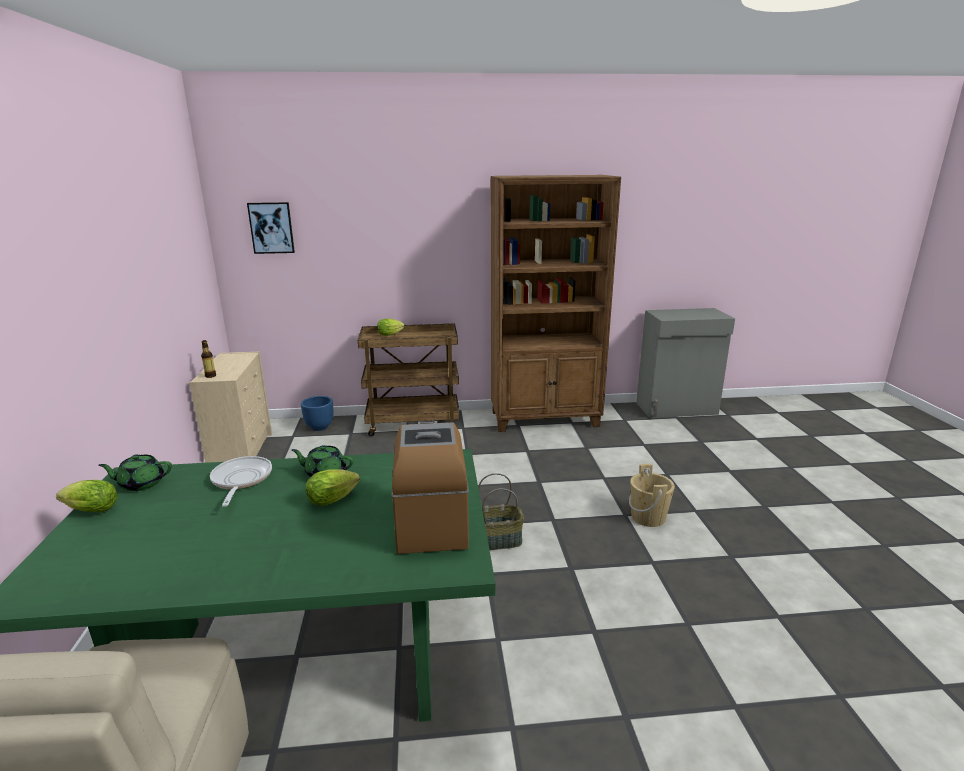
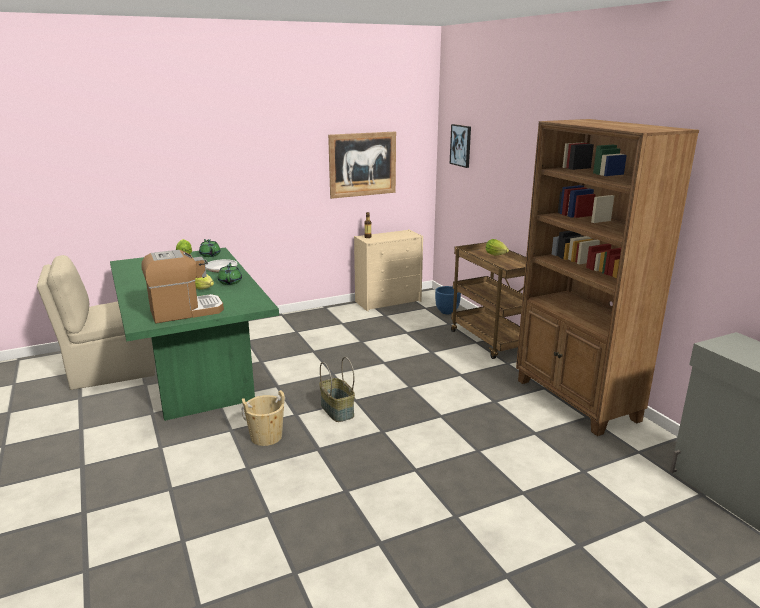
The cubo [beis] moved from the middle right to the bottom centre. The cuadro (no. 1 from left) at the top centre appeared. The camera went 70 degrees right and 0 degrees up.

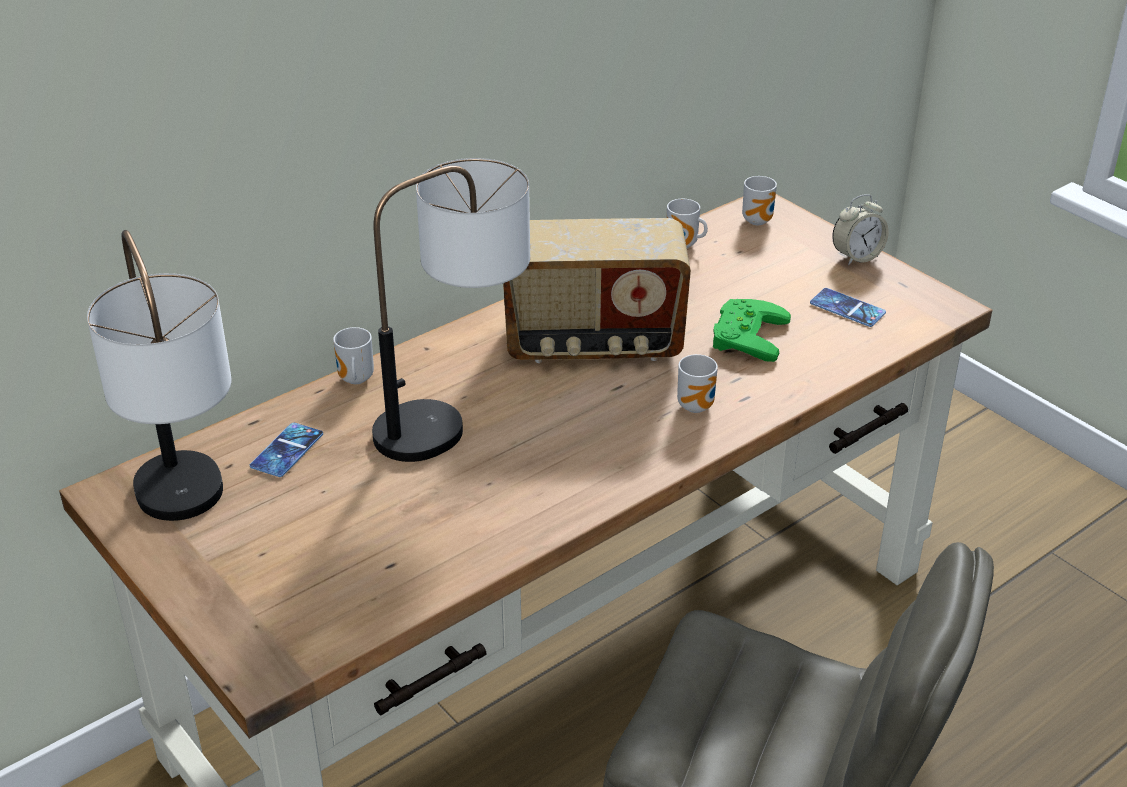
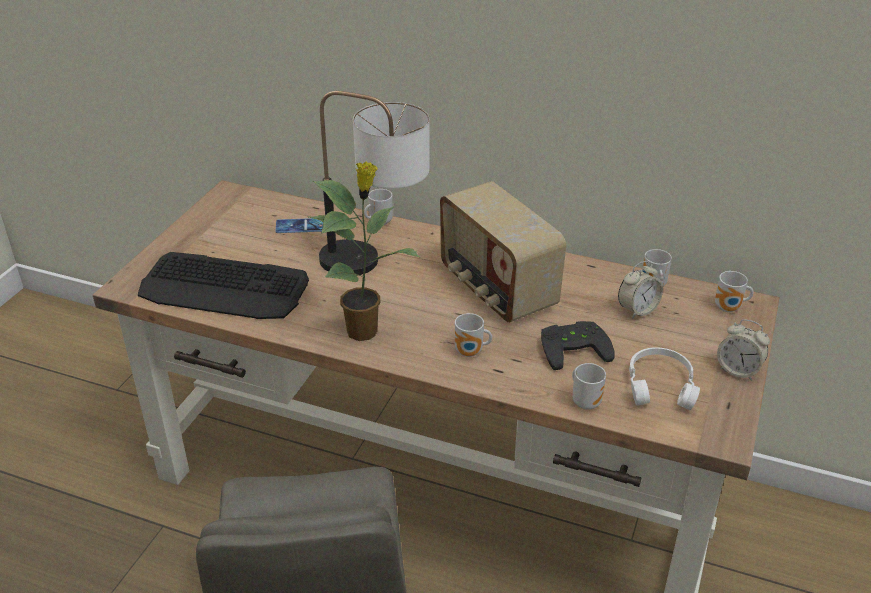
The lámpara de mesa (no. 1 from left) at the middle left disappeared. The móvil (no. 2 from left) at the middle right was replaced by the auriculares [blanco] at the middle right. The mando de consola [verde] at the middle right became the mando de consola [negro] at the centre. The planta en maceta at the centre appeared. The teclado at the middle left appeared. The despertador (no. 1 from left) at the middle right appeared. The taza grande (no. 3 from left) at the middle right appeared. The camera went 60 degrees right and 0 degrees up.

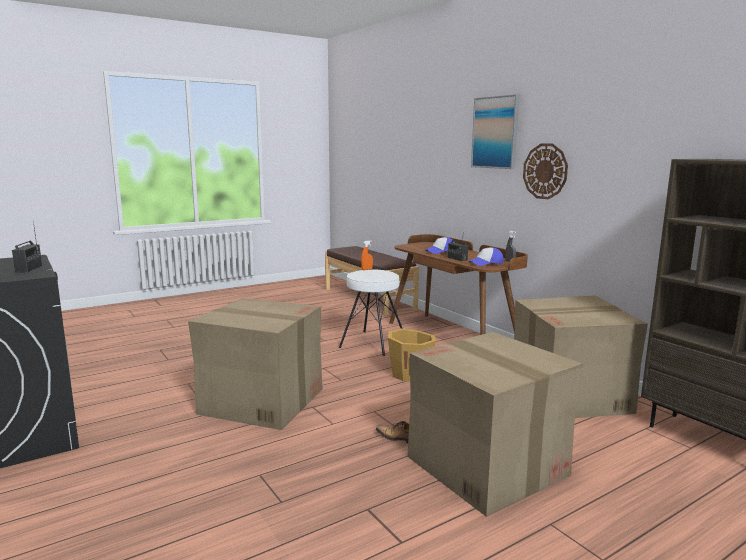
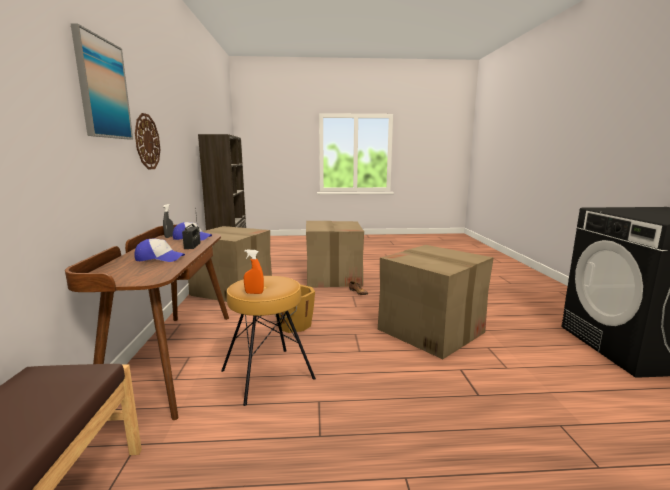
The radio (no. 1 from left) at the middle left disappeared. The taburete [blanco] at the centre became the taburete [marrón] at the bottom centre. The camera went 150 degrees left and 0 degrees up.

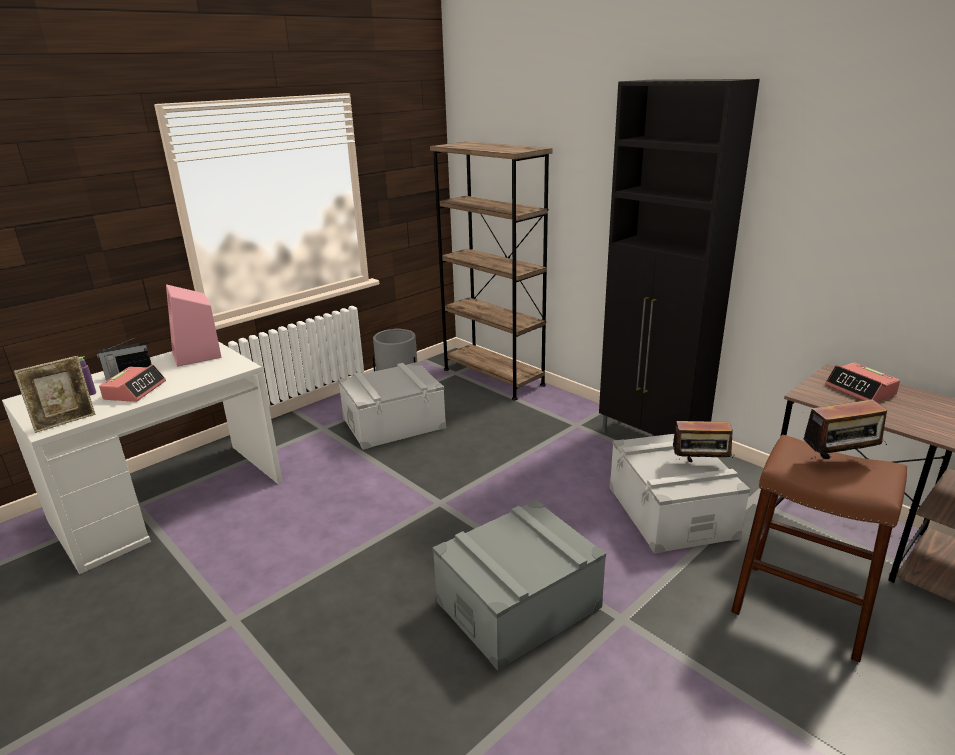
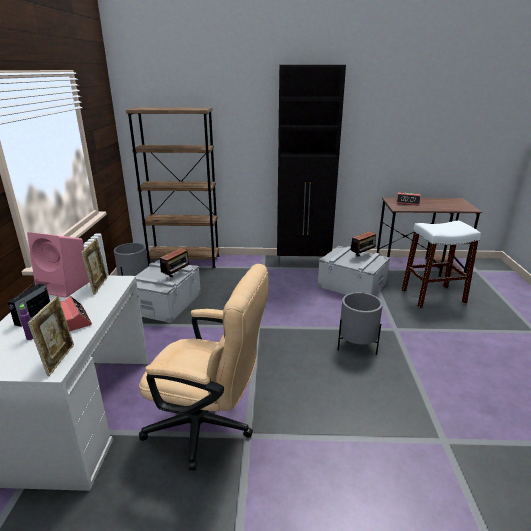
The radio (no. 3 from left in the first image) moved from the middle right to the middle left. The taburete [marrón] at the bottom right became the taburete [blanco] at the middle right. The caja de almacenaje [gris] (no. 2 from left) at the bottom centre was replaced by the maceta [gris] (no. 2 from left) at the middle right. The portarretratos (no. 2 from left) at the middle left appeared. The silla de oficina [beis] at the bottom centre appeared. The camera went 45 degrees left and 0 degrees up.

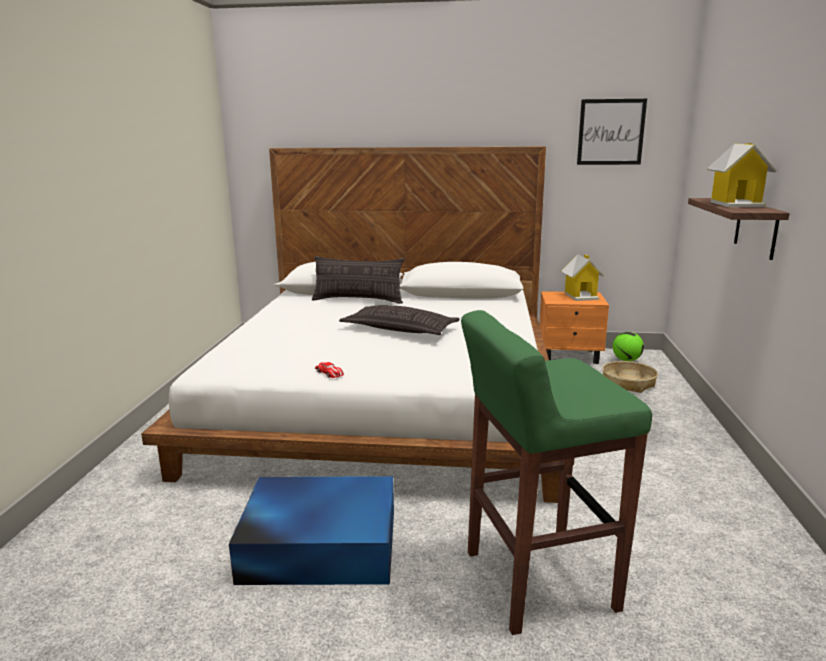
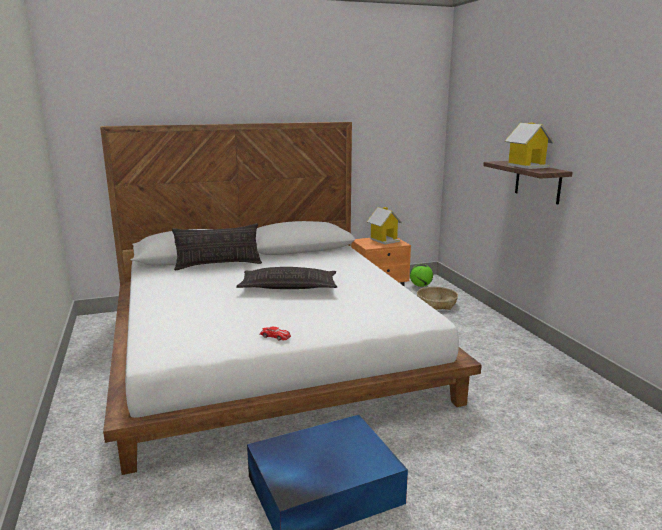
The cuadro at the top right disappeared. The taburete [verde] at the bottom right disappeared. The camera went 25 degrees left and 0 degrees up.

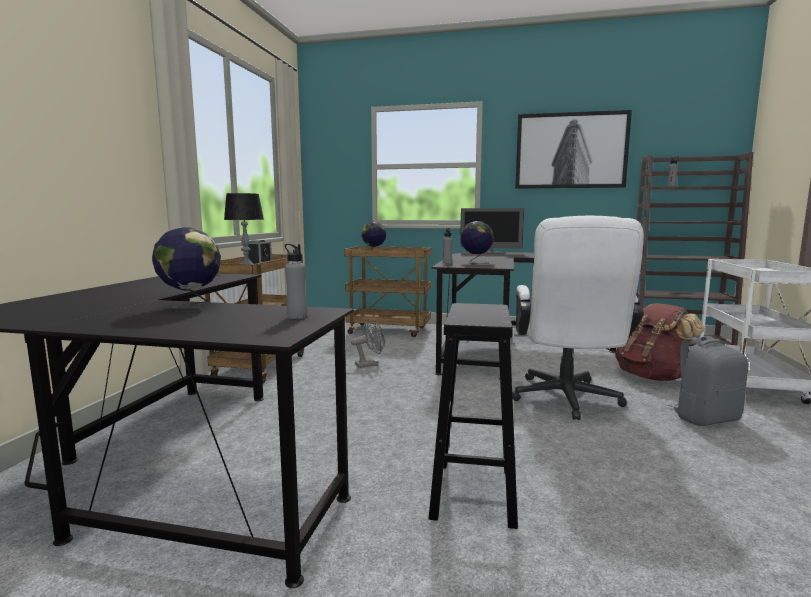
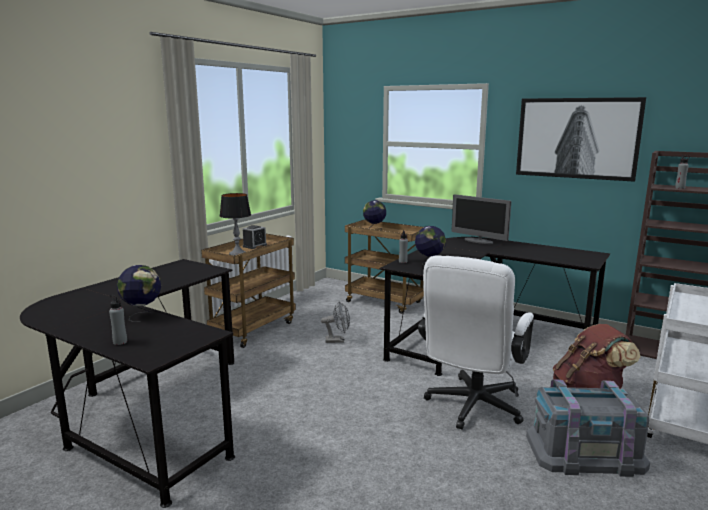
The botella [gris] (no. 1 from left) moved from the centre to the middle left. The taburete [negro] at the bottom centre disappeared. The mochila [gris] at the middle right was replaced by the caja de almacenaje [gris] at the bottom right. The camera went 20 degrees right and 5 degrees up.

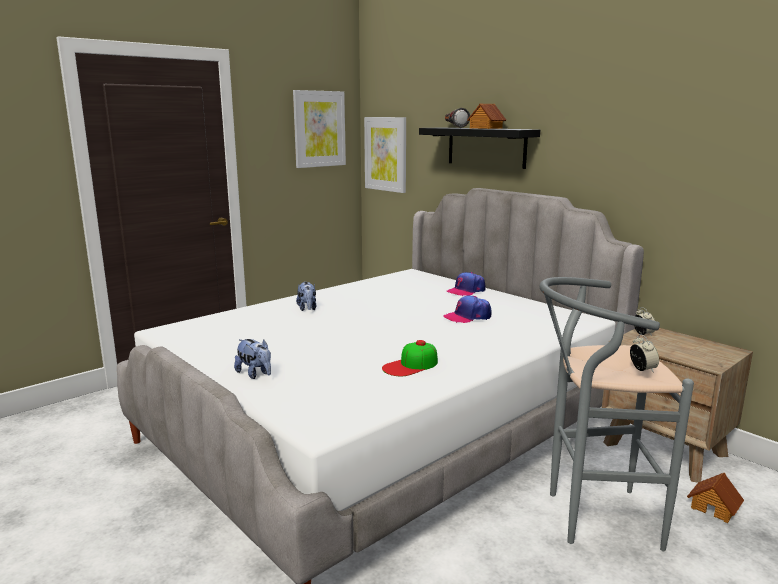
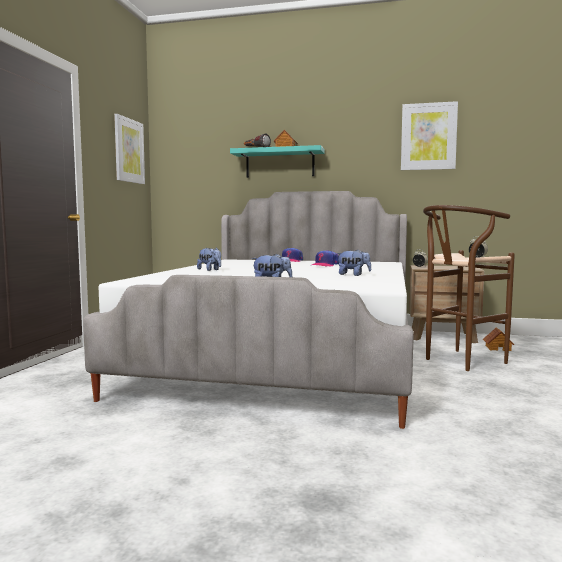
The cuadro (no. 2 from left) moved from the top centre to the top right. The estante [negro] at the top centre became the estante [turquesa] at the top centre. The taburete [gris] at the bottom right became the taburete [marrón] at the middle right. The gorra (no. 1 from left) at the centre was replaced by the peluche (no. 3 from left) at the centre. The camera went 35 degrees left and 10 degrees down.

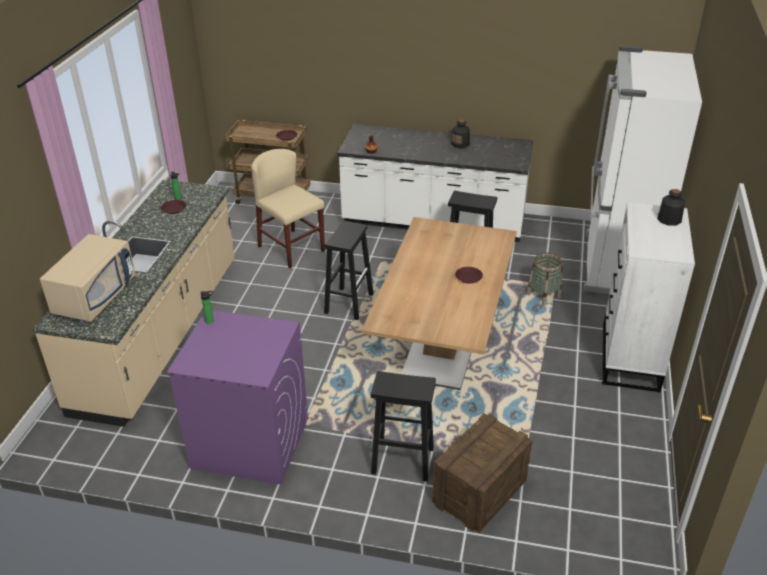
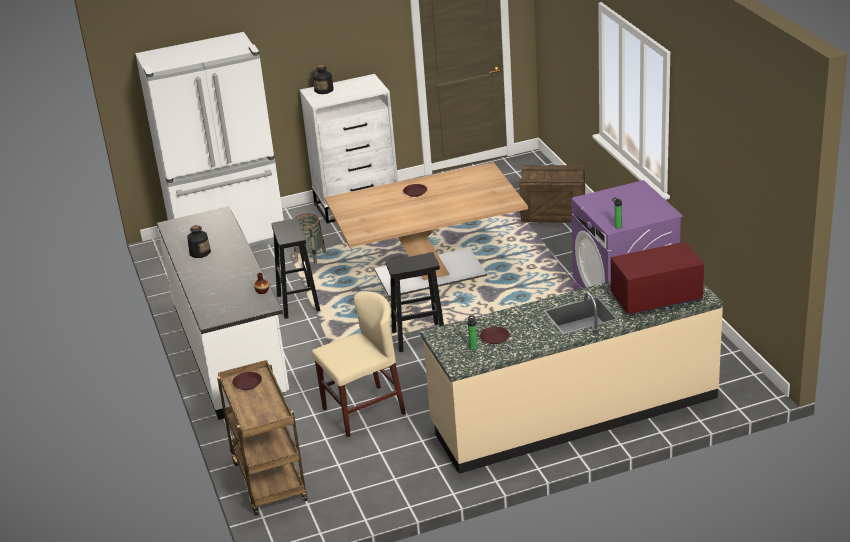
The silla [beis] at the centre turned 135 degrees counterclockwise. The microondas [beis] at the middle left became the microondas [rojo] at the middle right. The taburete [negro] (no. 2 from left) at the bottom centre disappeared. The camera went 120 degrees left and 5 degrees down.

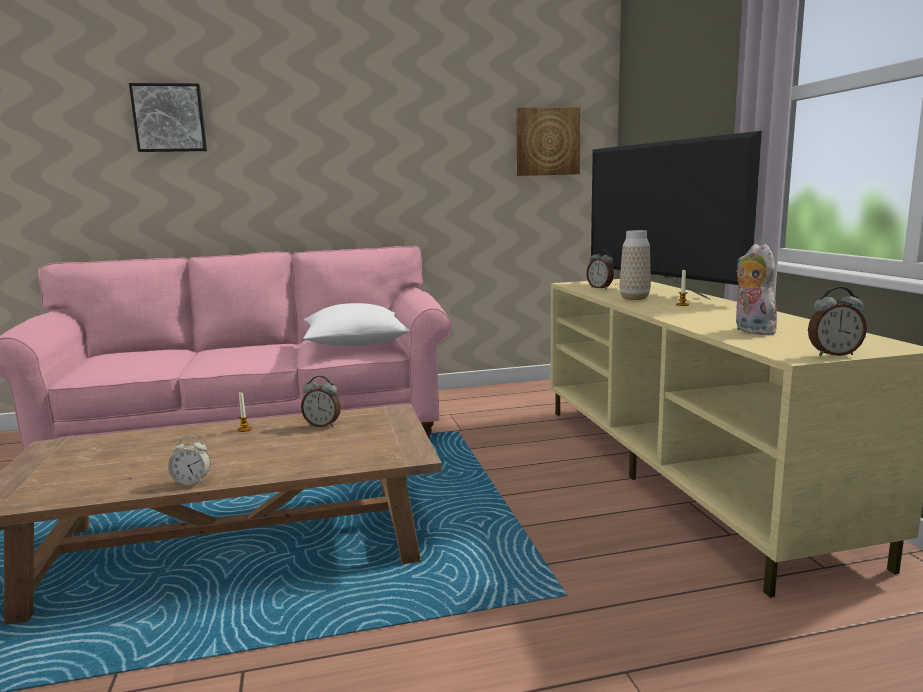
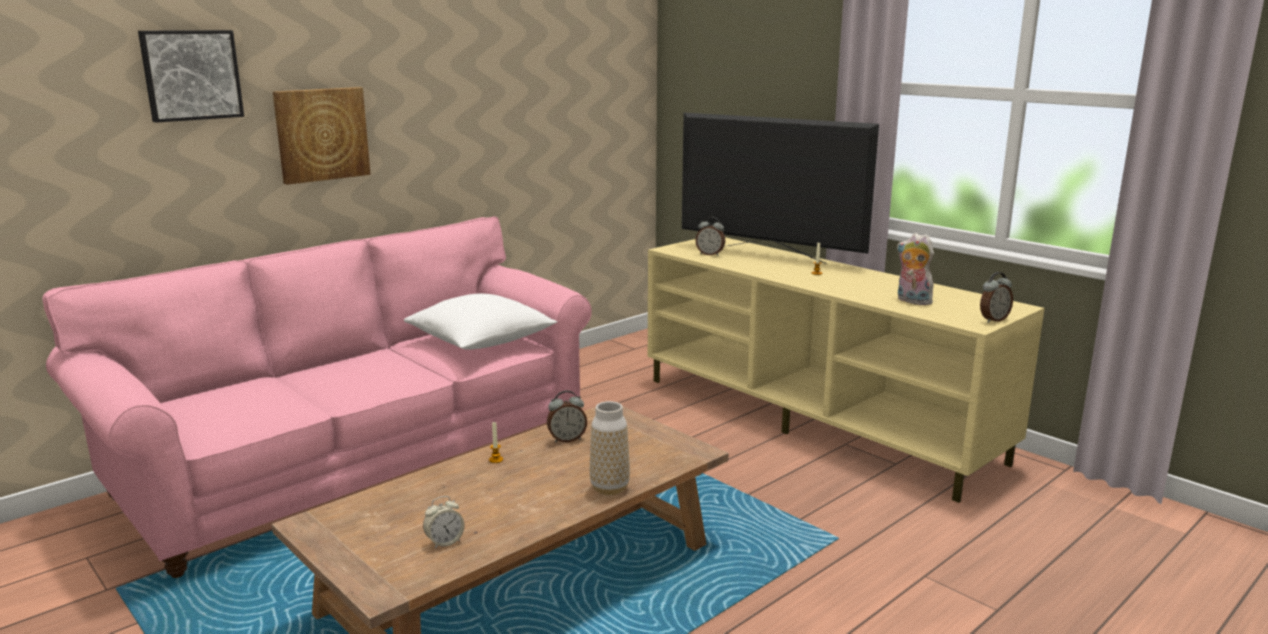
The cuadro (no. 2 from left) moved from the top centre to the top left. The florero moved from the middle right to the bottom centre. The despertador (no. 1 from left) moved from the middle left to the bottom centre. The camera went 30 degrees left and 5 degrees up.

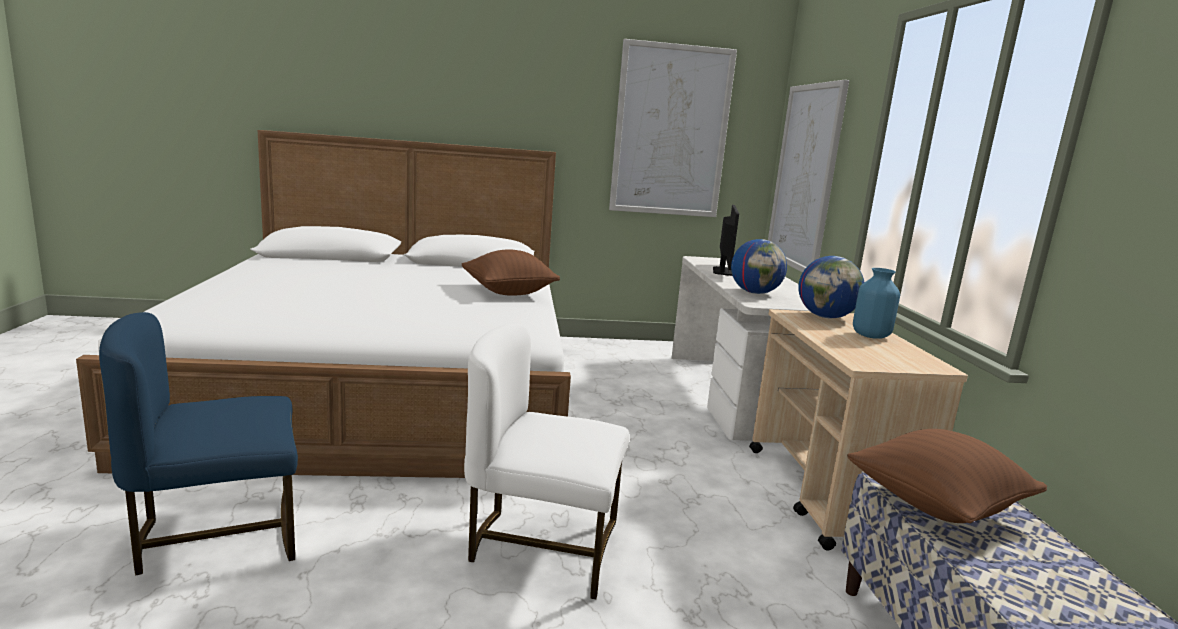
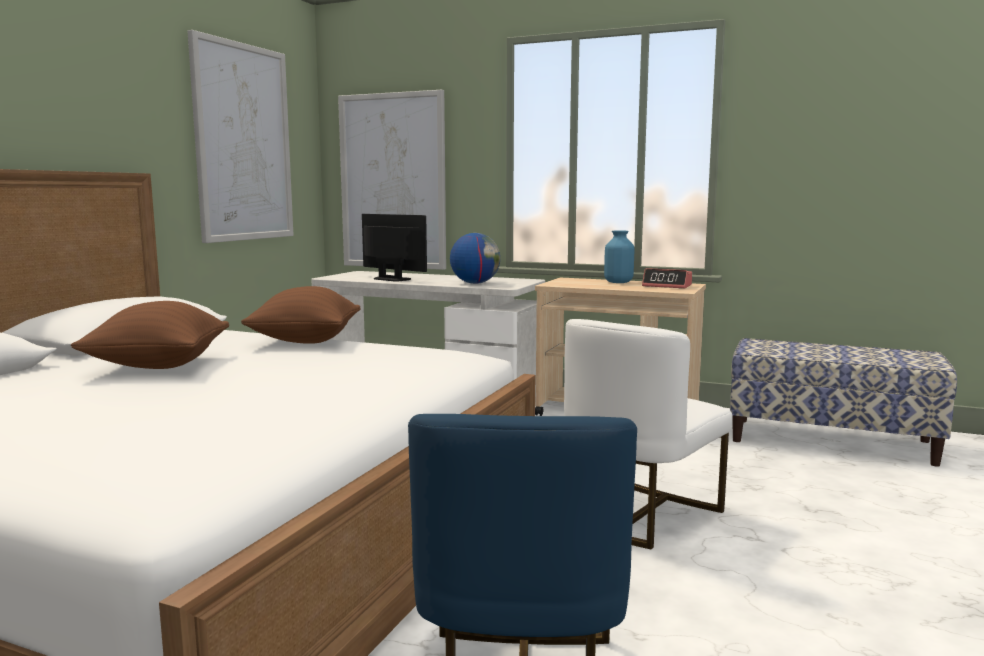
The globo terráqueo (no. 2 from left) at the middle right disappeared. The cojín [marrón] (no. 2 from left in the first image) moved from the bottom right to the middle left. The despertador at the middle right appeared. The camera went 60 degrees left and 5 degrees down.

